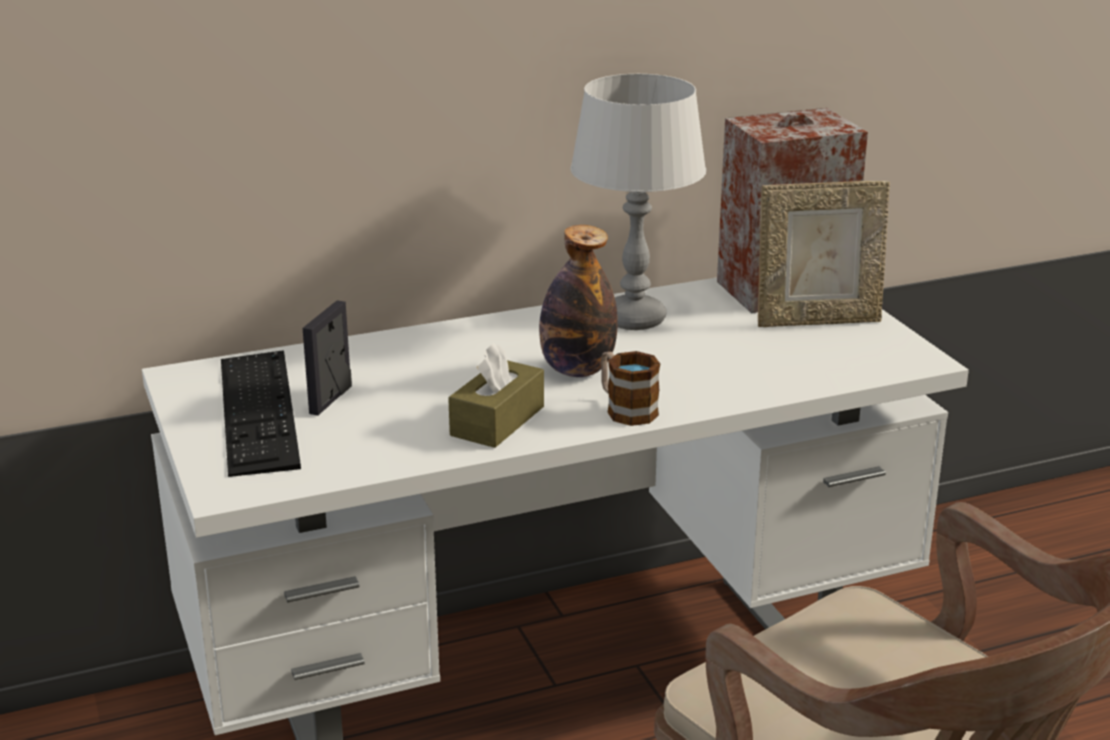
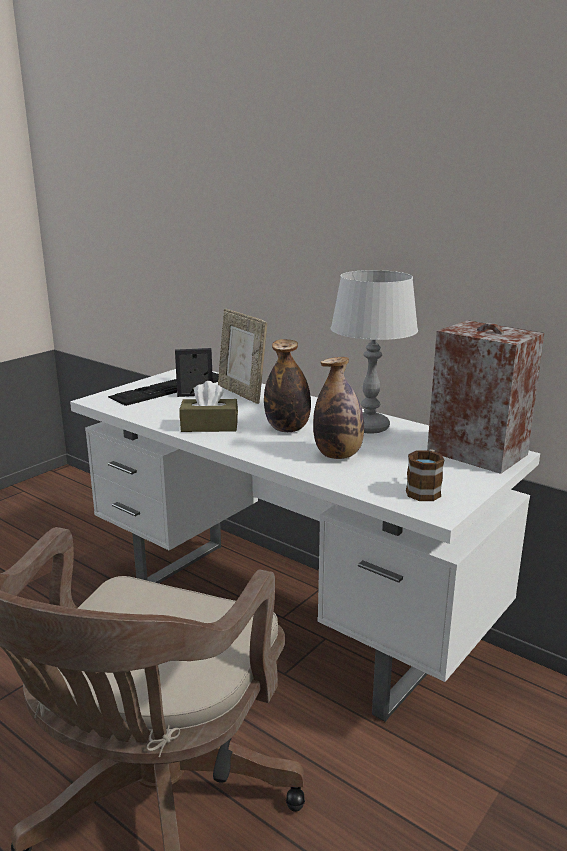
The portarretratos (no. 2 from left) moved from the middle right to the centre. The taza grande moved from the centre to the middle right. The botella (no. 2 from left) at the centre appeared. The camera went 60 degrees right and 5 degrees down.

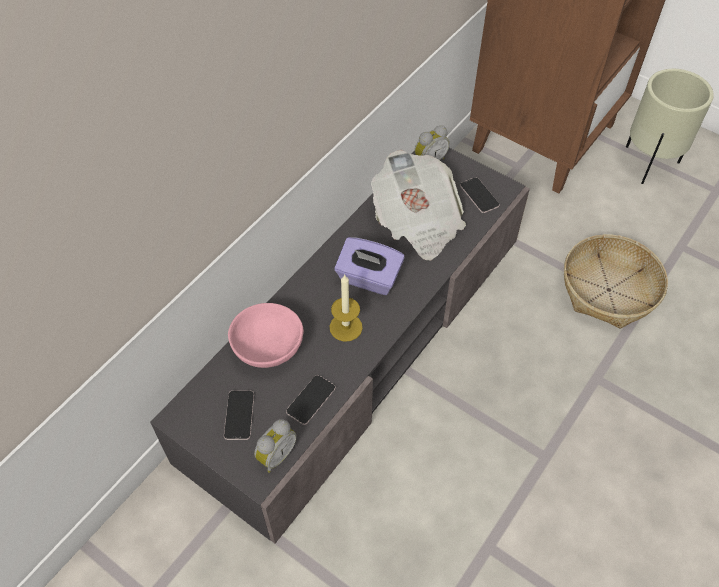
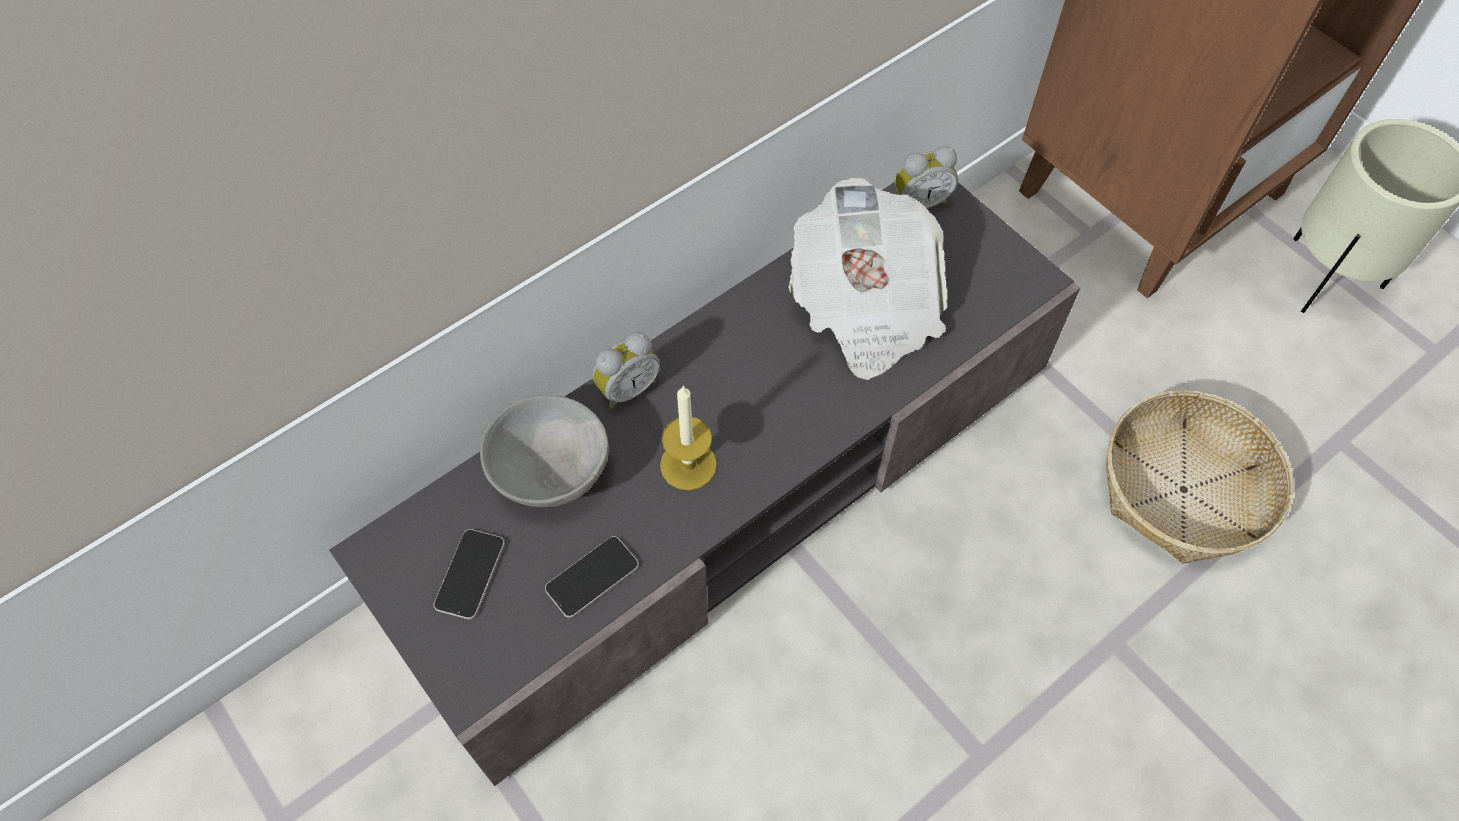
The móvil (no. 3 from left) at the top right disappeared. The caja de pañuelos [morado] at the centre disappeared. The cuenco [rosa] at the centre became the cuenco [gris] at the centre. The despertador (no. 1 from left) moved from the bottom centre to the centre. The camera went 15 degrees right and 5 degrees up.

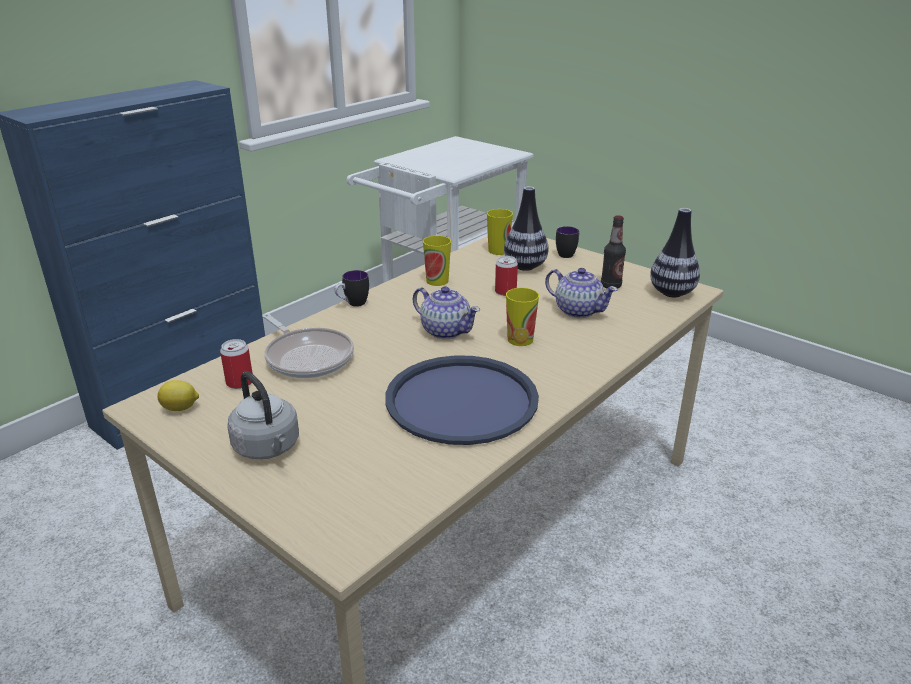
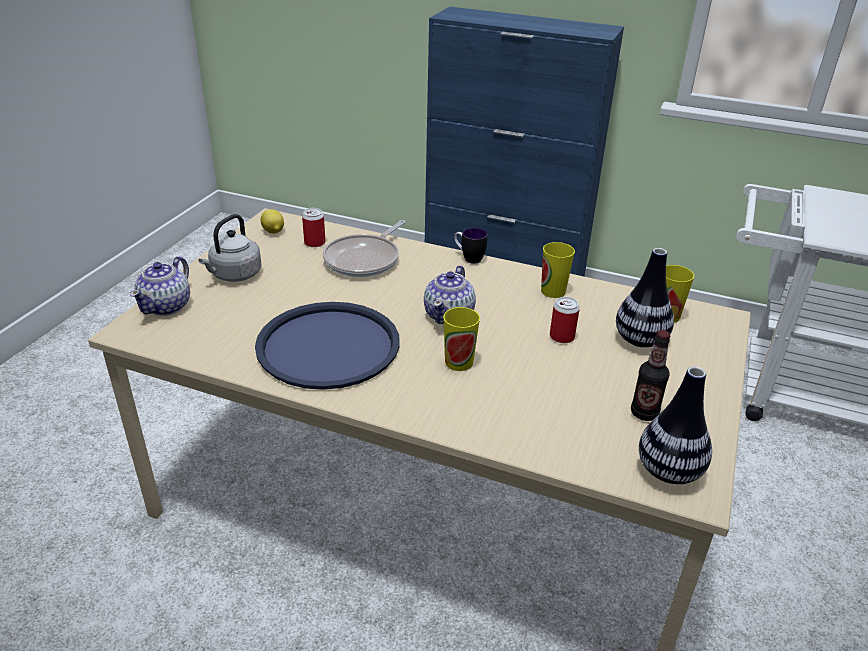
The taza grande (no. 2 from left) at the centre disappeared. The tetera (no. 2 from left in the first image) moved from the centre to the middle left. The camera went 70 degrees right and 5 degrees up.

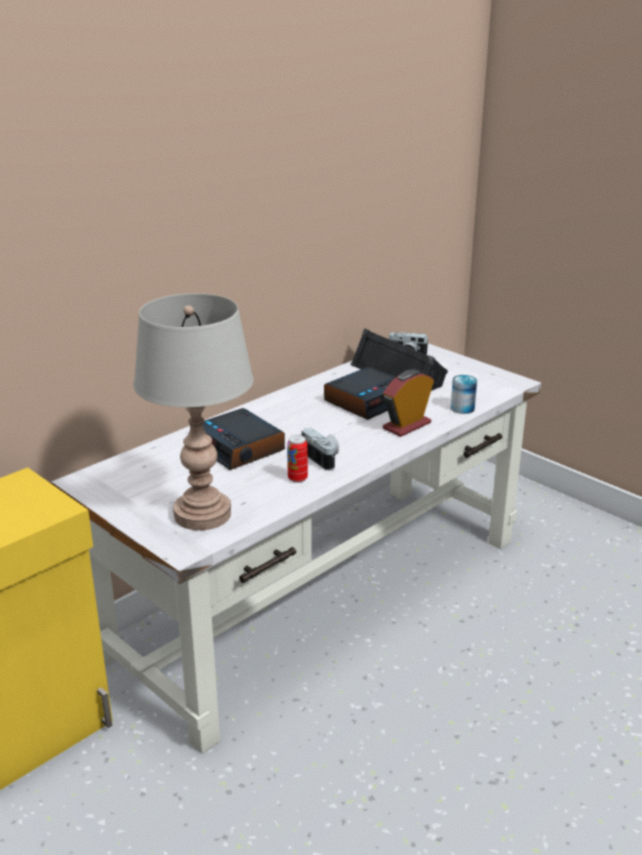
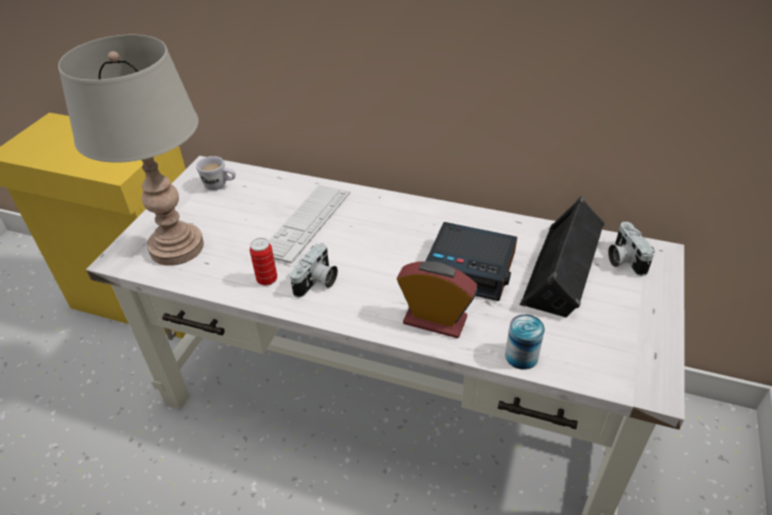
The despertador (no. 1 from left) at the centre was replaced by the teclado at the centre. The taza grande [blanco] at the middle left appeared. The camera went 65 degrees right and 15 degrees up.

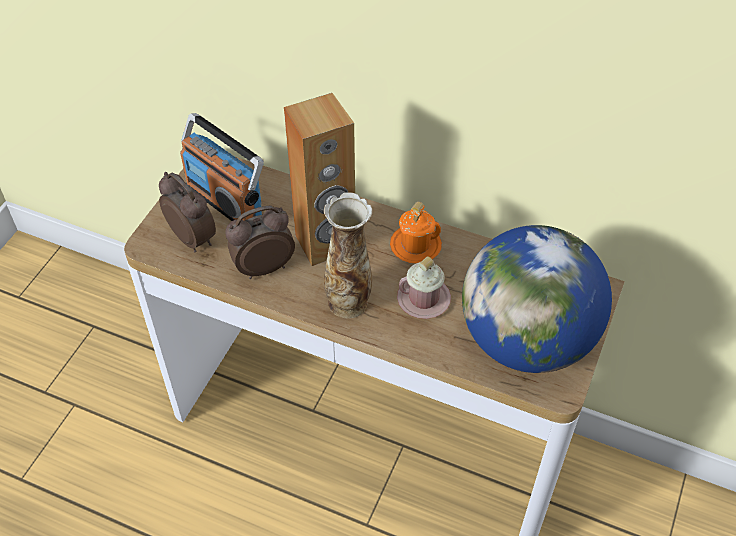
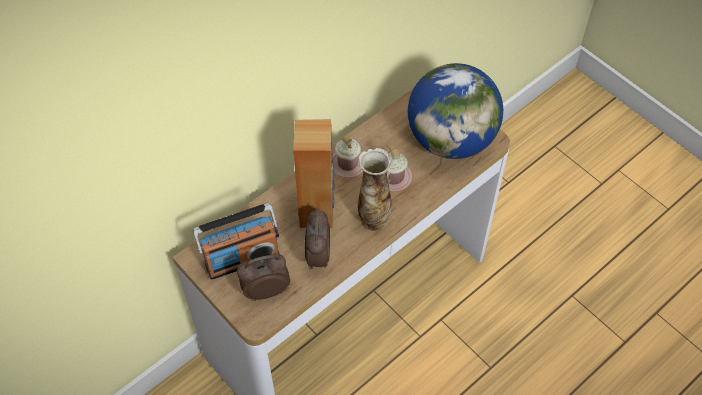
The taza grande [naranja] at the centre became the taza grande [rosa] (no. 1 from left) at the centre. The camera went 65 degrees left and 5 degrees up.

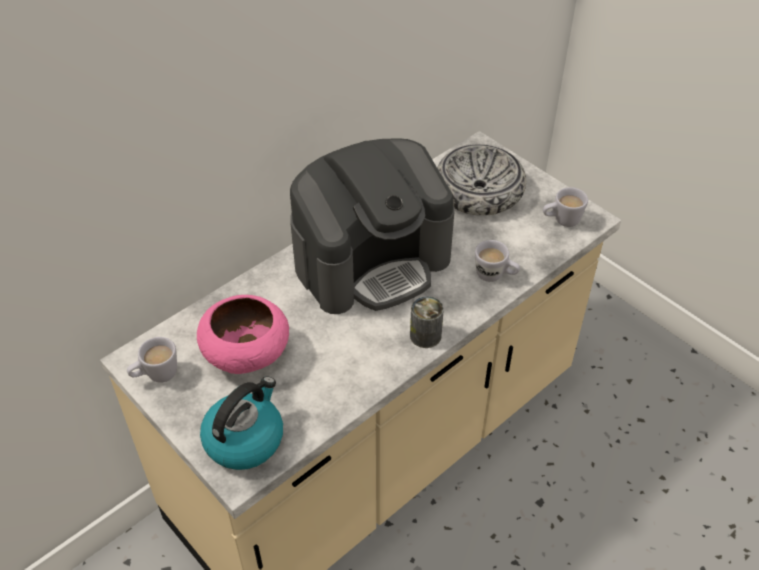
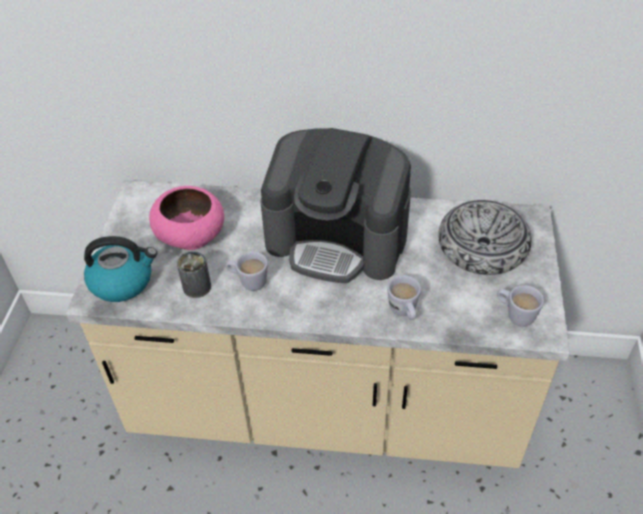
The lata moved from the centre to the middle left. The taza grande [blanco] (no. 1 from left) moved from the middle left to the centre. The camera went 50 degrees right and 0 degrees up.

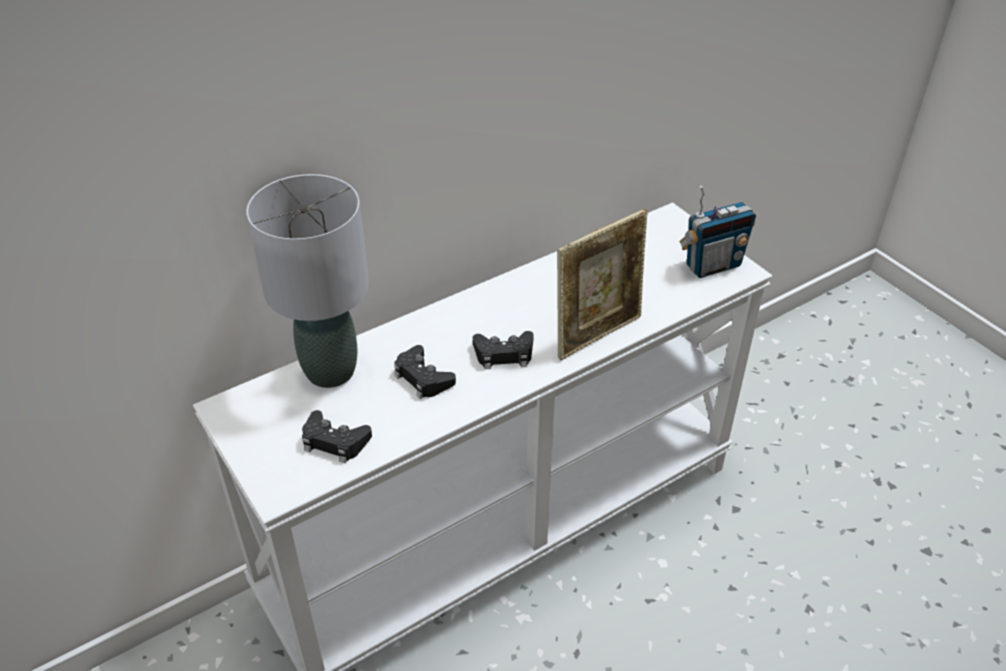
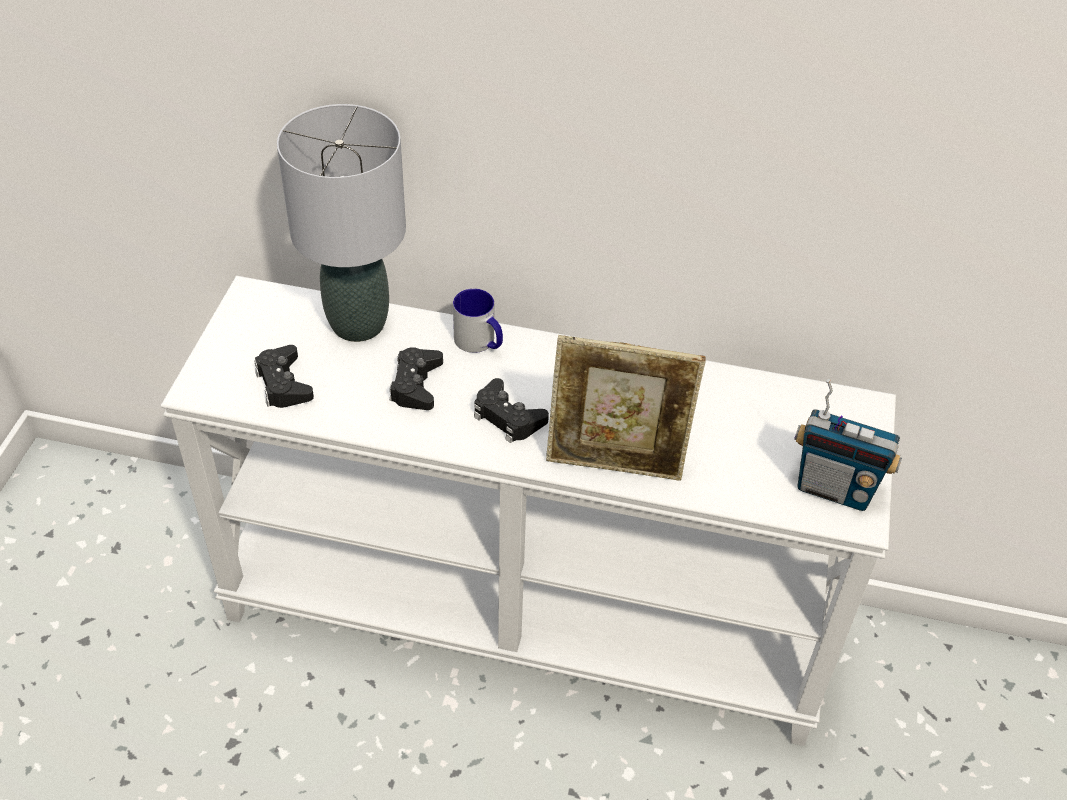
The taza grande at the centre appeared. The camera went 45 degrees right and 5 degrees up.

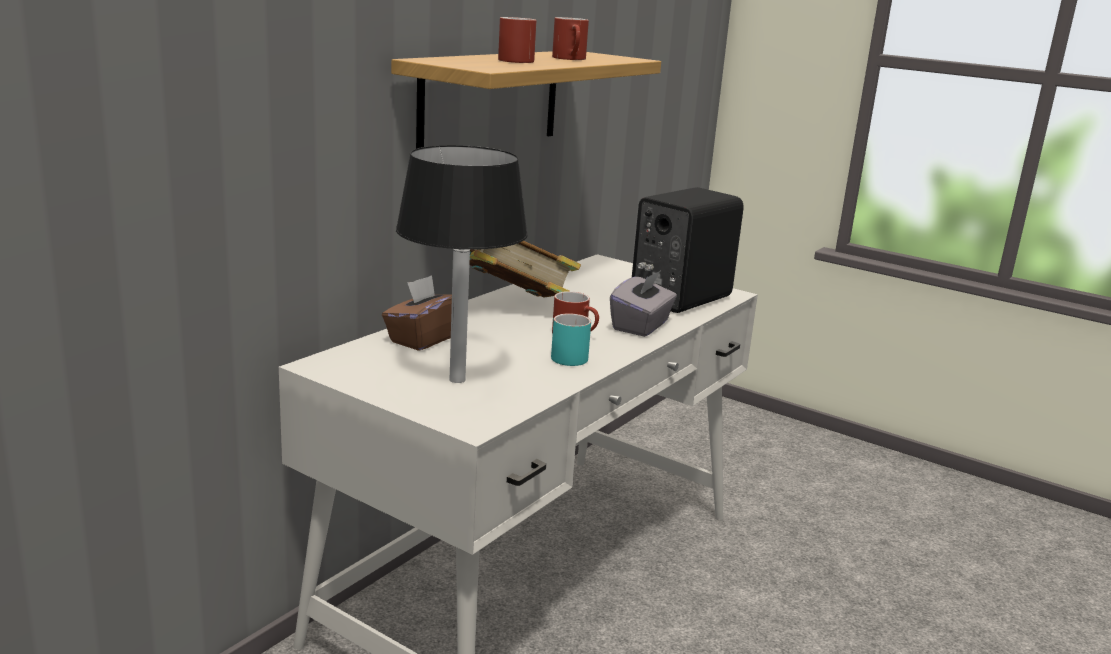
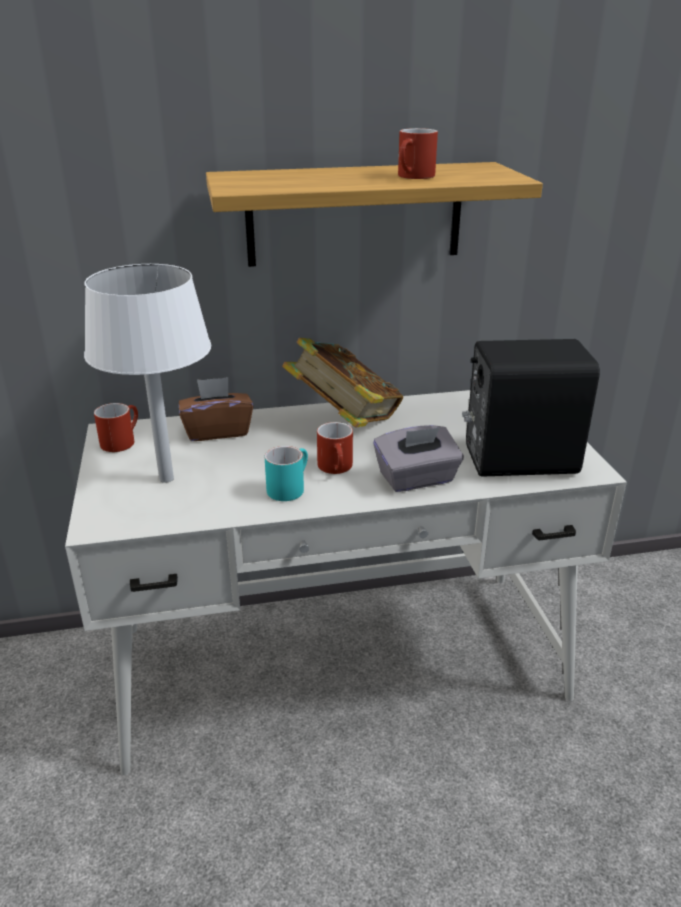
The taza grande [rojo] (no. 1 from left) moved from the top centre to the middle left. The lámpara de mesa [negro] at the centre became the lámpara de mesa [blanco] at the middle left. The camera went 45 degrees right and 10 degrees up.

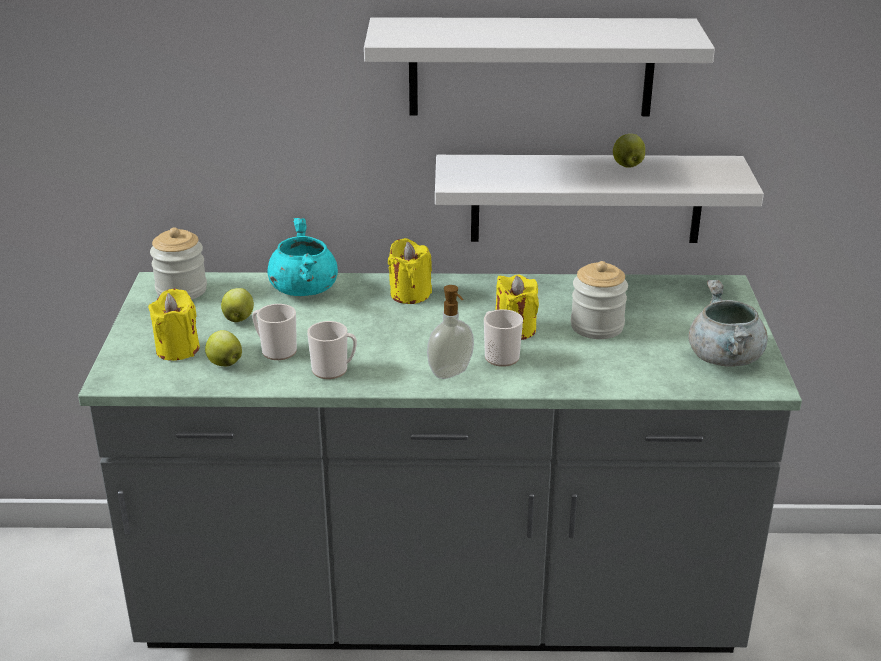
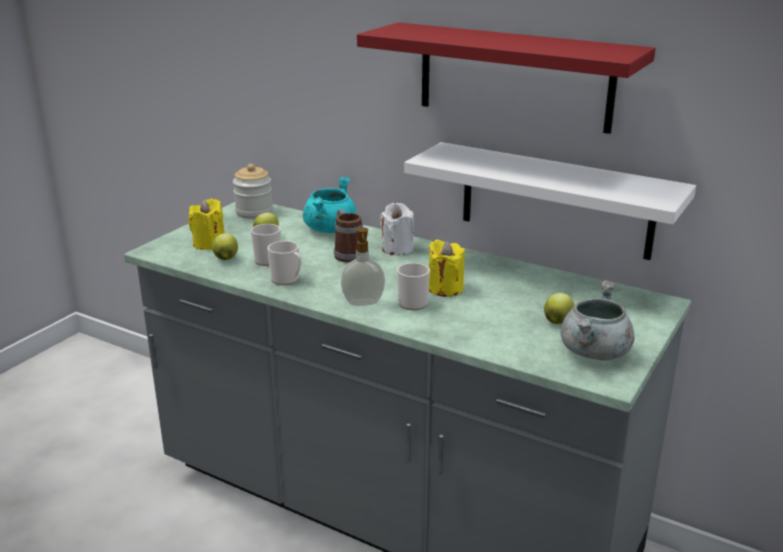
The estante [blanco] (no. 1 from left) at the top centre became the estante [rojo] at the top centre. The manzana (no. 3 from left) moved from the top right to the middle right. The vela [amarillo] (no. 2 from left) at the centre became the vela [blanco] at the centre. The tarro (no. 2 from left) at the middle right disappeared. The taza grande (no. 3 from left) at the centre appeared. The camera went 30 degrees right and 5 degrees down.

